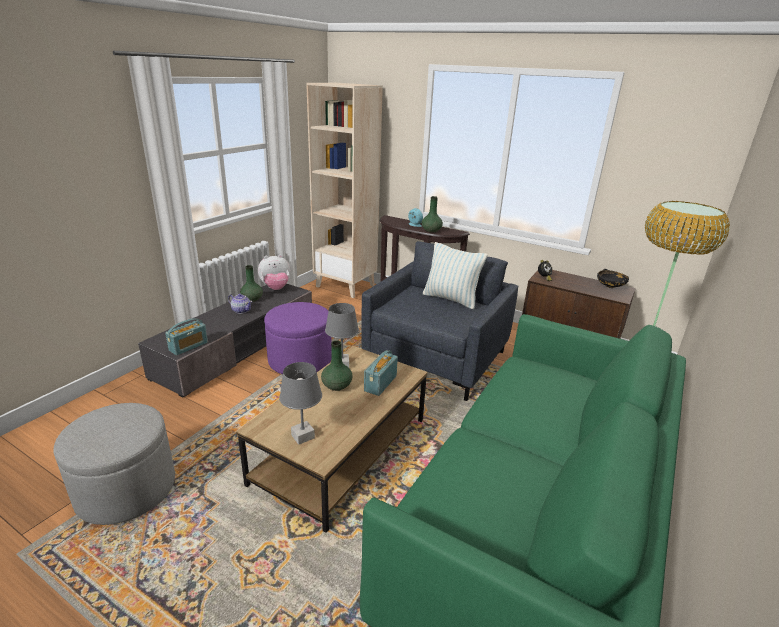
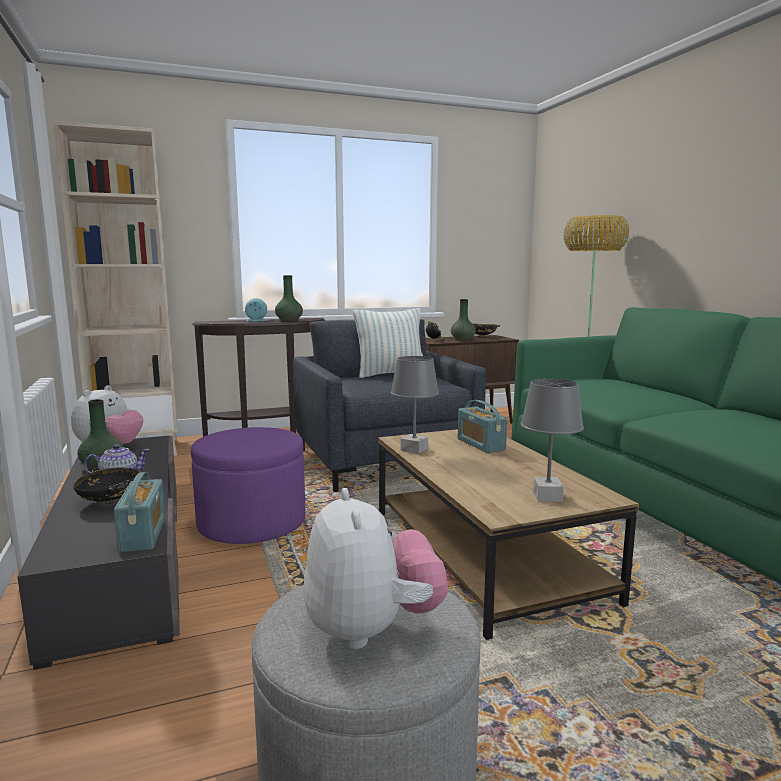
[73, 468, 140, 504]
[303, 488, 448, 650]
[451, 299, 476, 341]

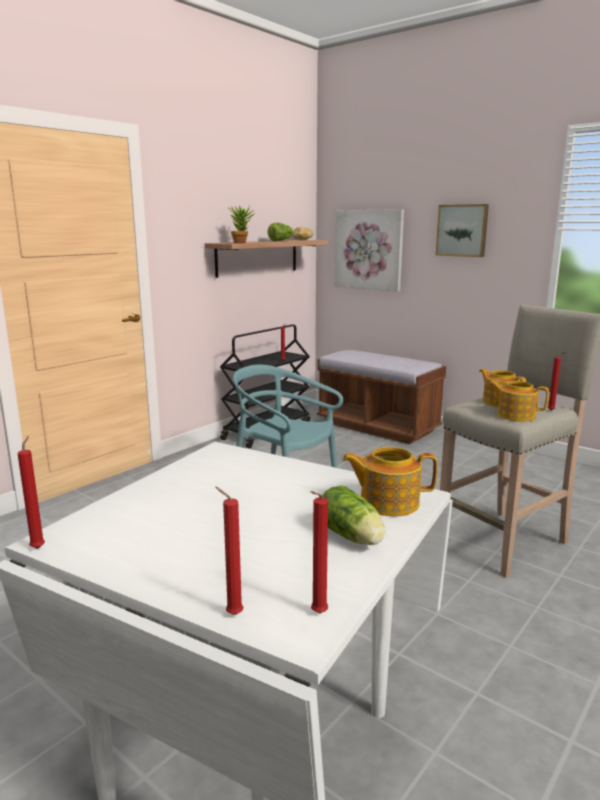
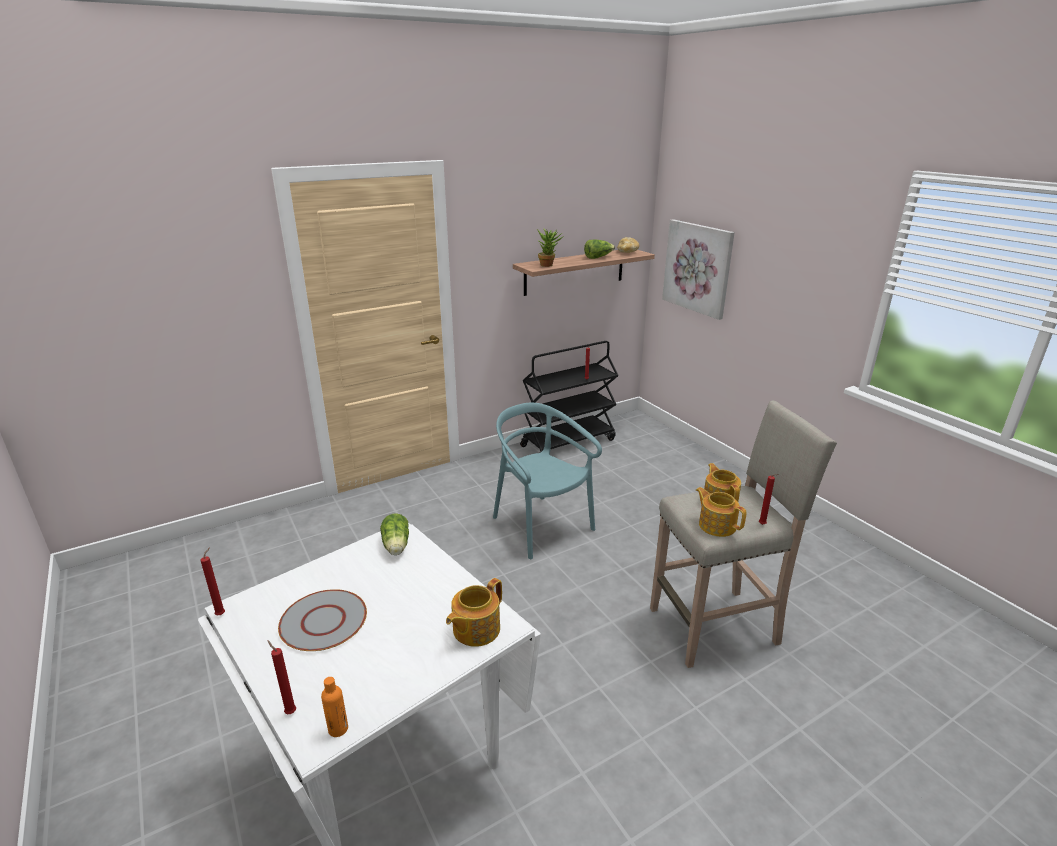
[317, 350, 446, 444] (first image)
[436, 204, 489, 257] (first image)
[278, 589, 367, 651]
[380, 513, 409, 555]
[321, 677, 348, 737]
[446, 578, 502, 647]

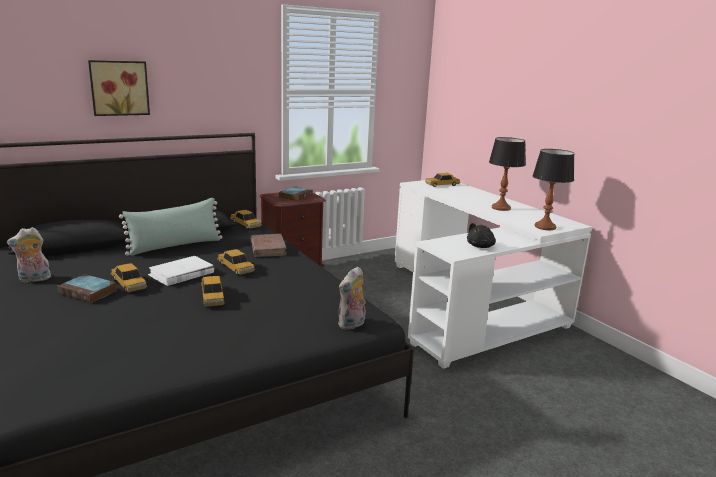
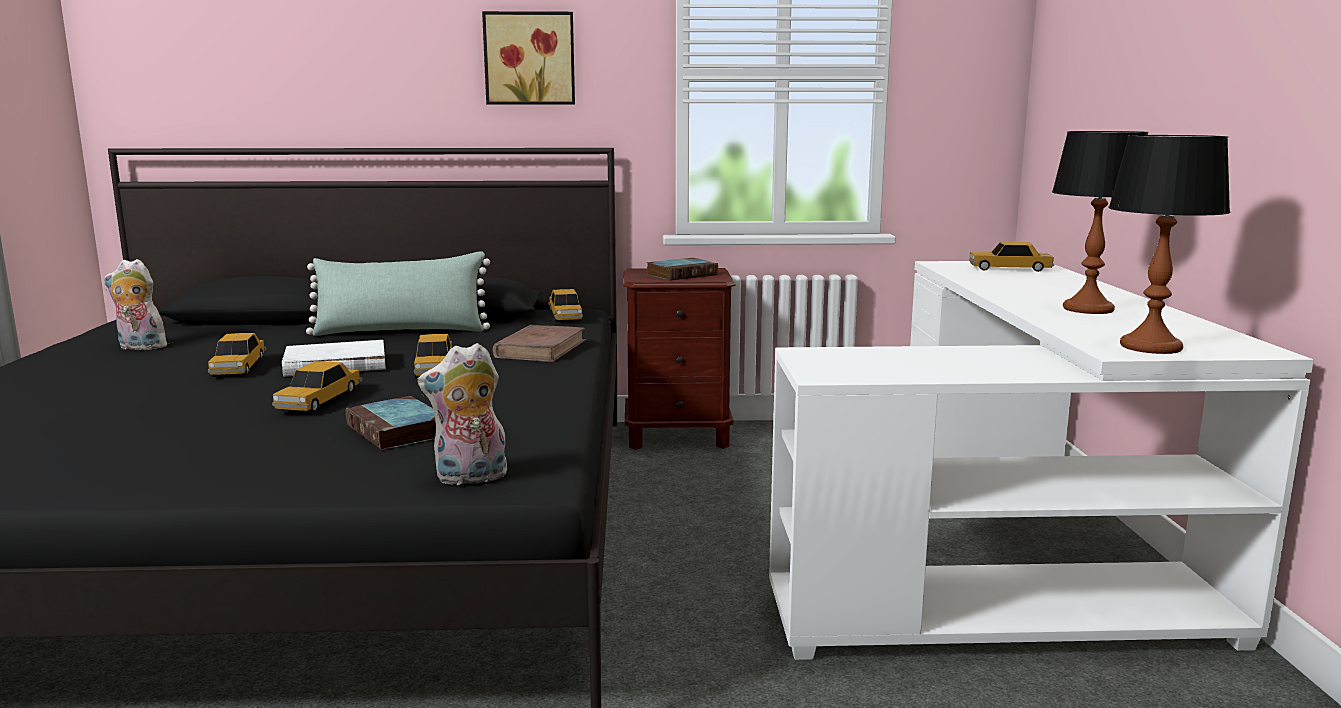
[467, 223, 496, 248] (first image)
[346, 396, 436, 450]
[482, 11, 575, 105]

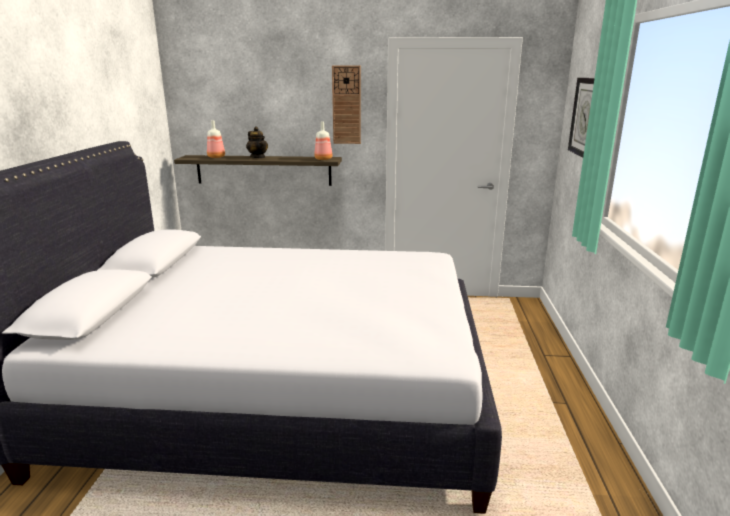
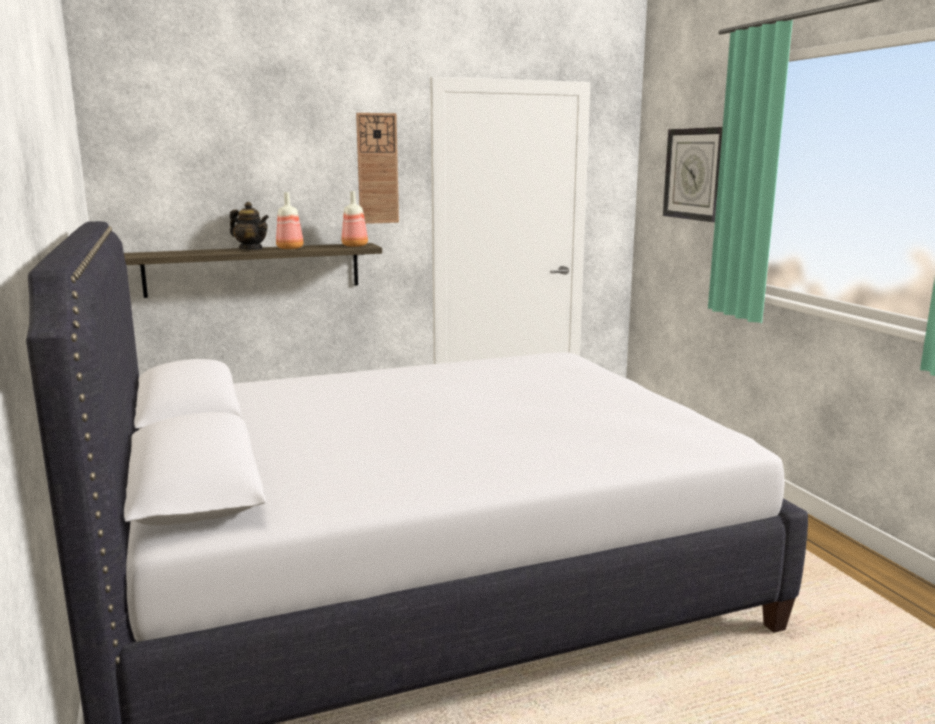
[276, 192, 304, 249]

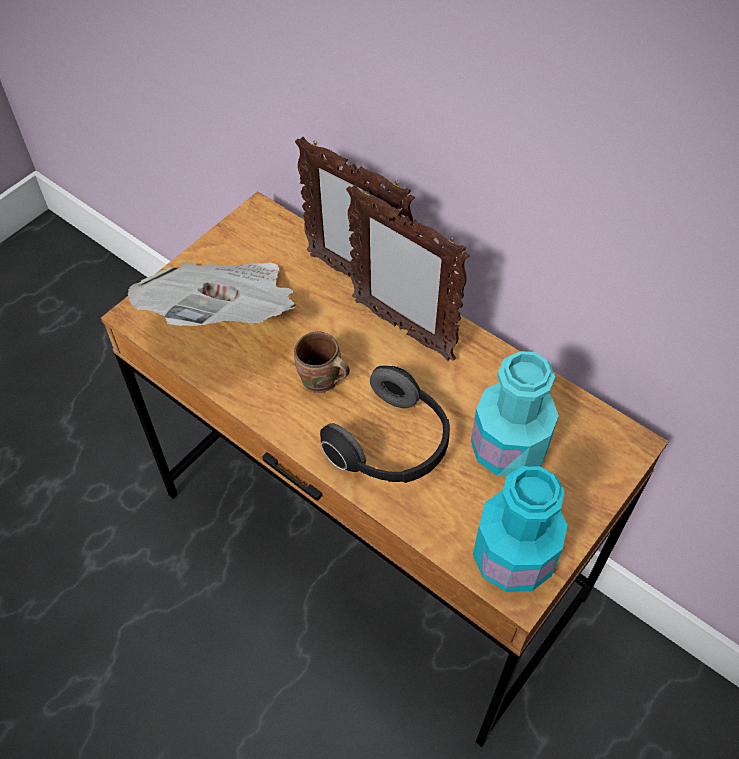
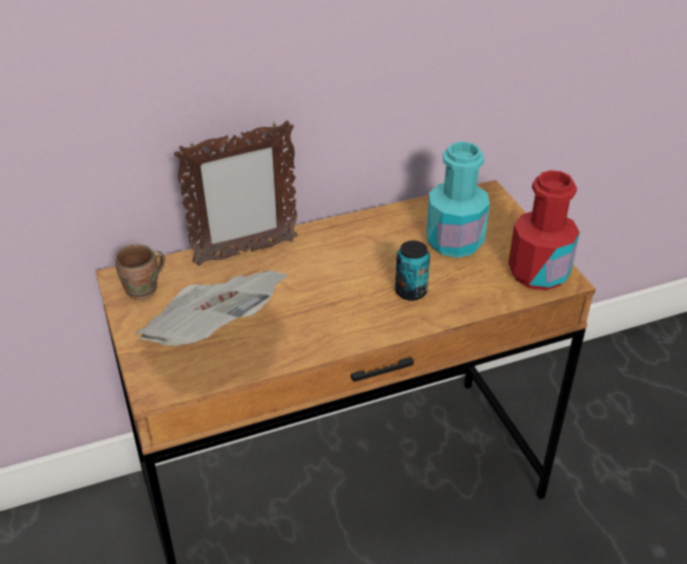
[346, 185, 470, 361] (first image)
[116, 244, 165, 300]
[395, 241, 430, 301]
[508, 170, 580, 290]

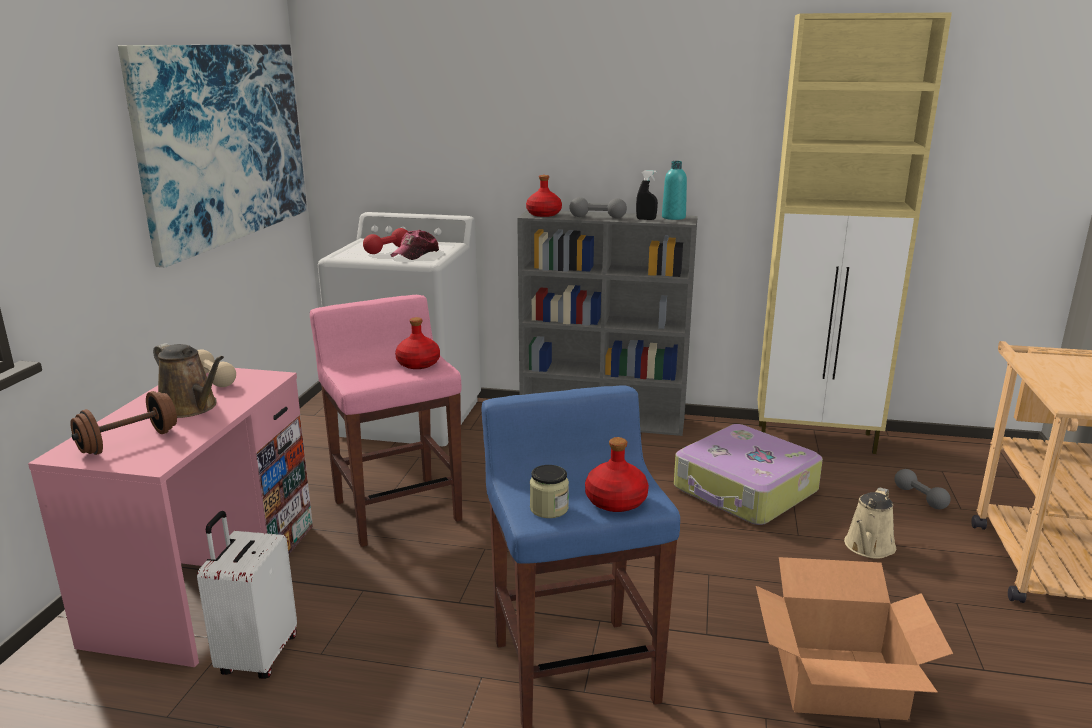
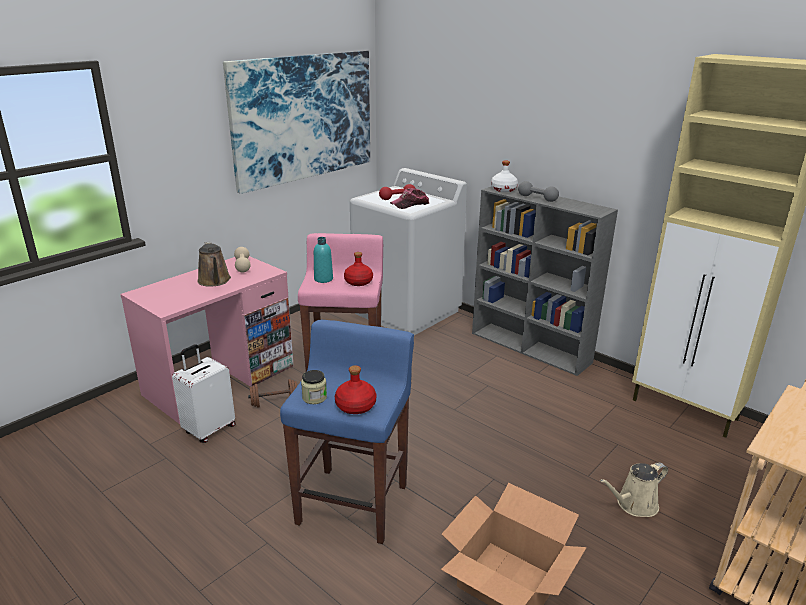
[636, 170, 658, 220] (first image)
[674, 424, 823, 525] (first image)
[894, 469, 951, 509] (first image)
[248, 379, 297, 408]
[314, 237, 333, 283]
[491, 161, 518, 192]

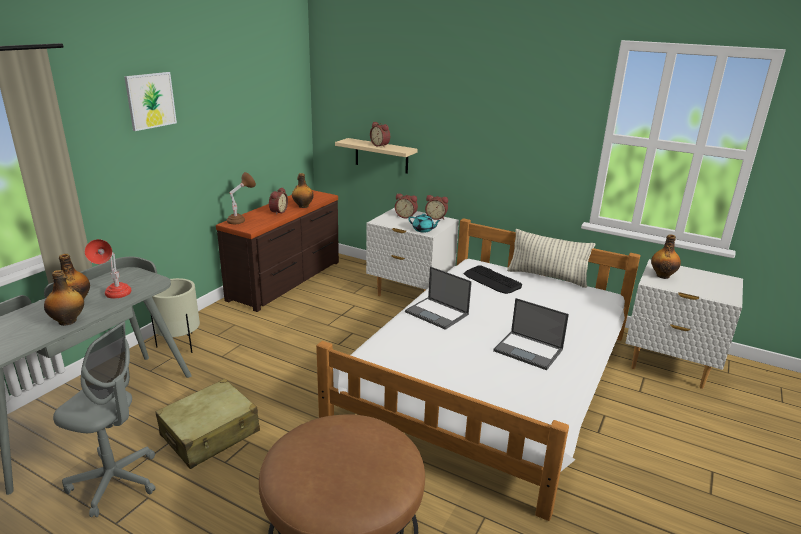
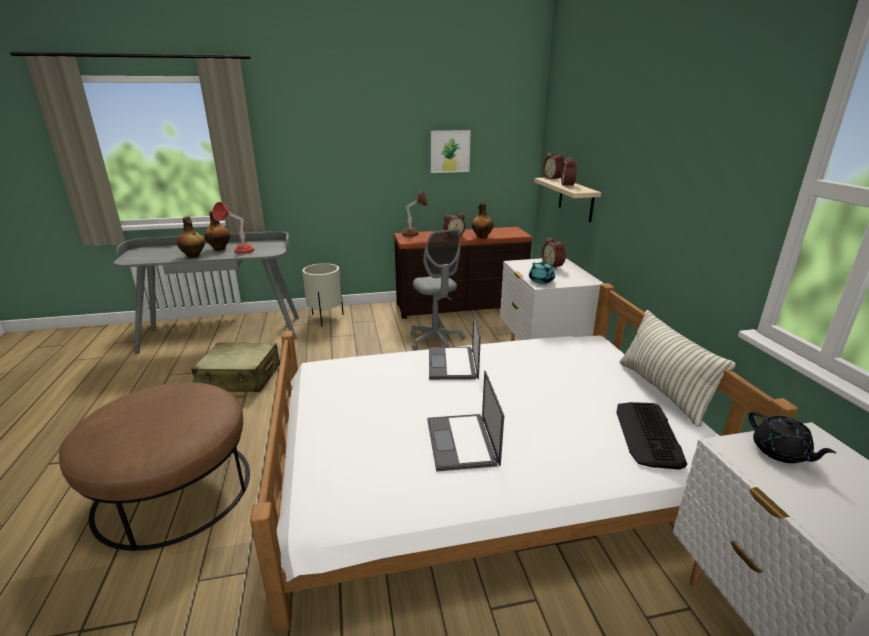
[411, 229, 465, 350]
[431, 130, 471, 173]
[543, 153, 564, 180]
[616, 402, 687, 470]
[749, 411, 836, 463]

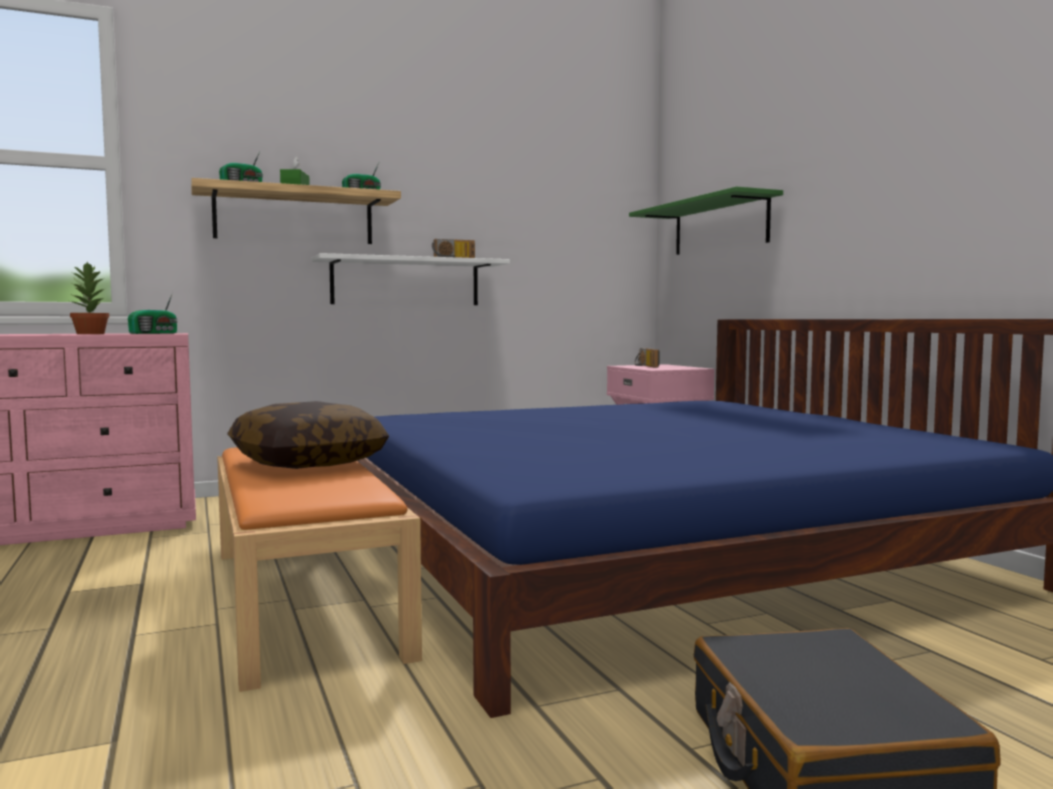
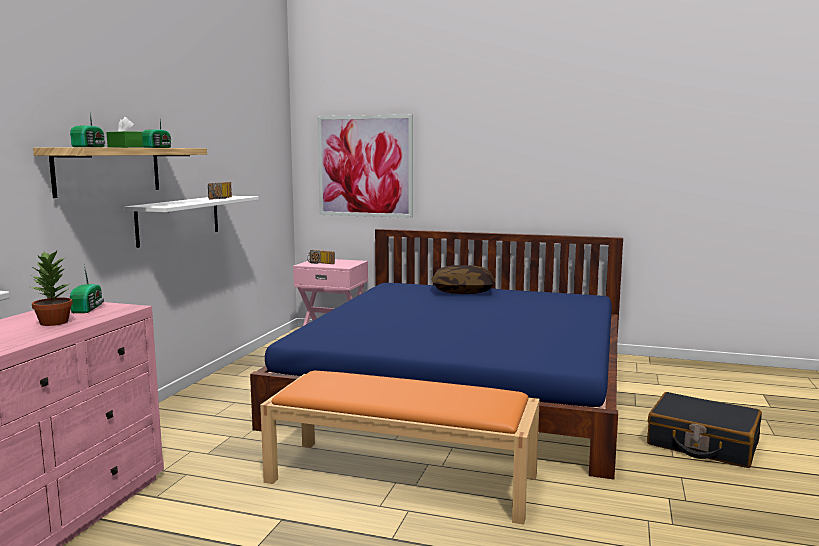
[431, 265, 495, 294]
[317, 115, 413, 218]

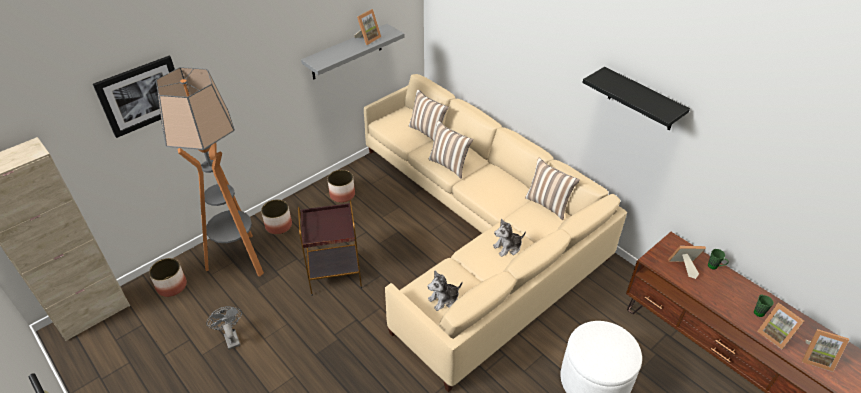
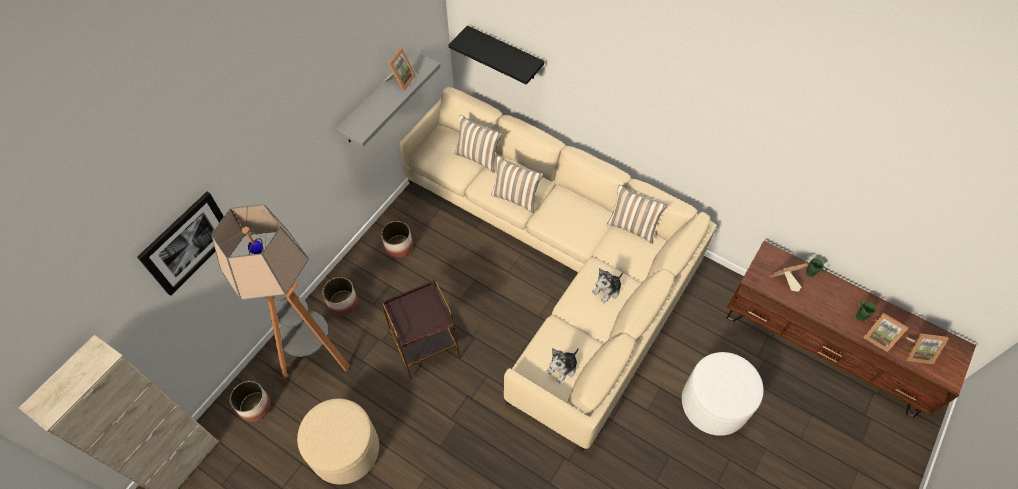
[448, 25, 544, 85]
[297, 398, 379, 484]

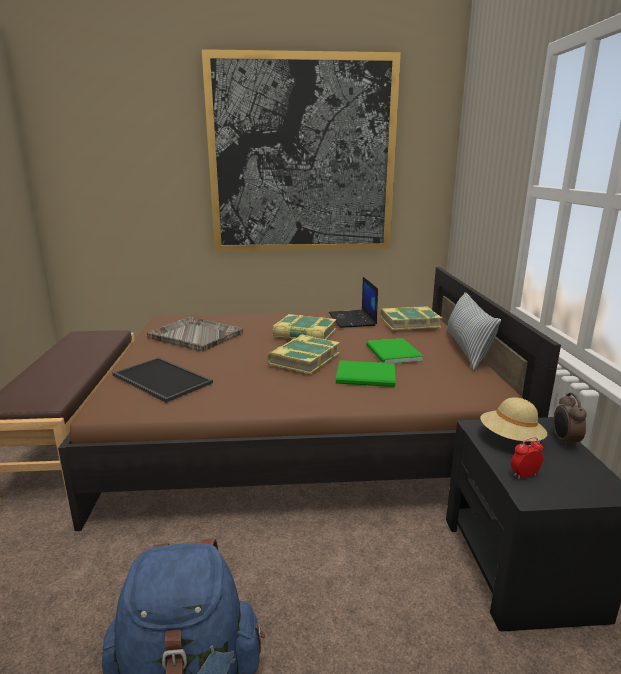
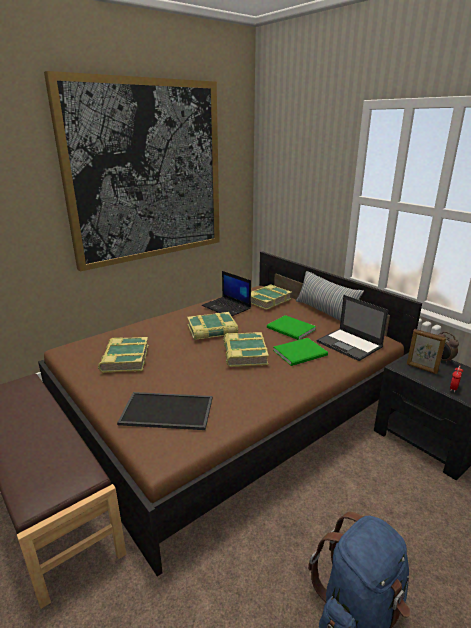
[317, 295, 388, 361]
[98, 337, 149, 373]
[407, 329, 446, 375]

